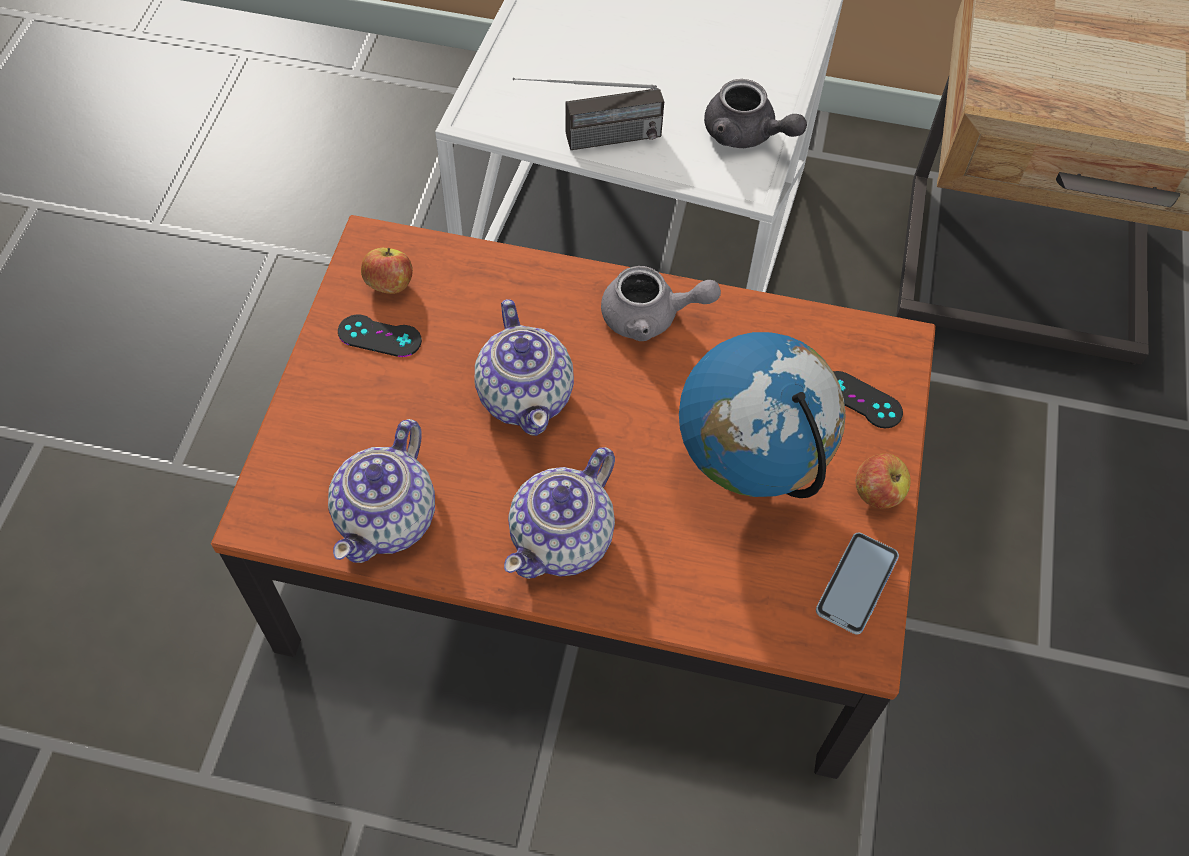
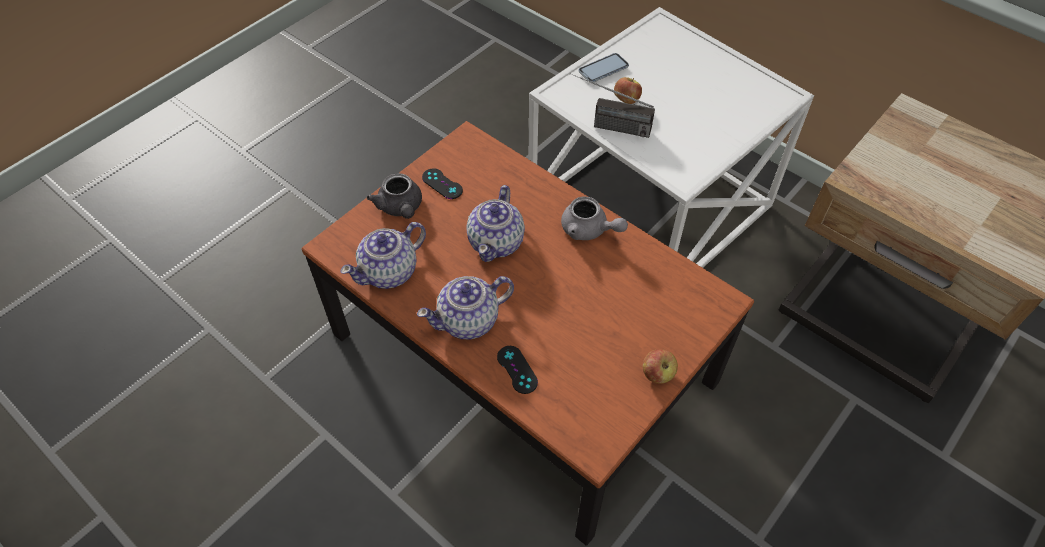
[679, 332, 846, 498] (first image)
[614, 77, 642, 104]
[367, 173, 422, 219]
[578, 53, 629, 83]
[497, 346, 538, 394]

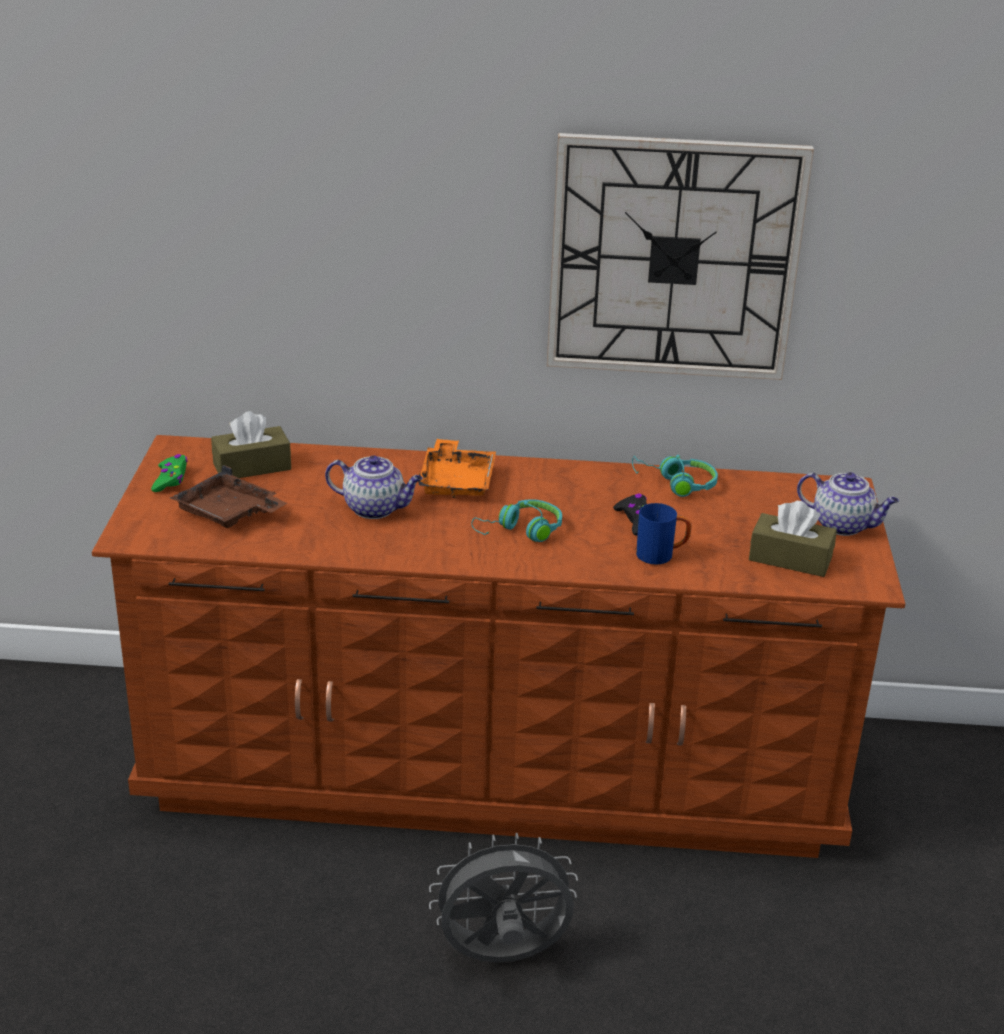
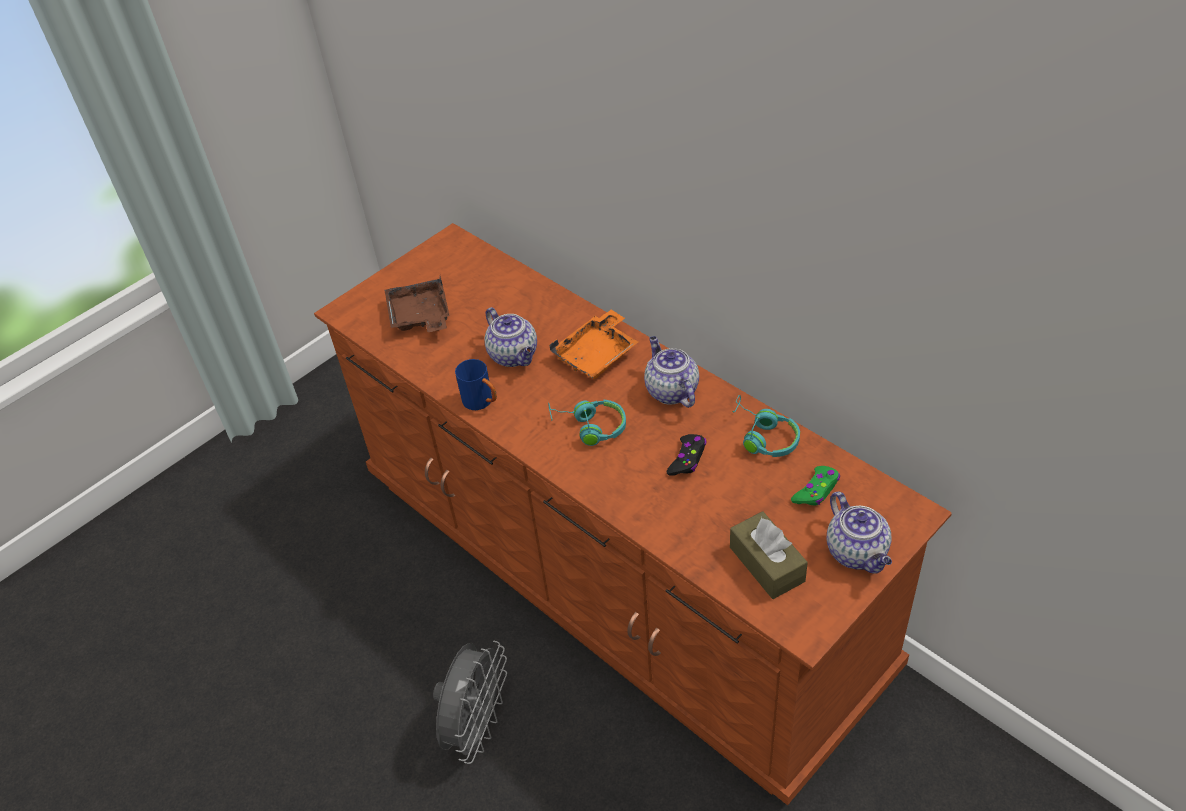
[211, 411, 291, 478] (first image)
[547, 133, 814, 380] (first image)
[644, 336, 699, 408]
[791, 466, 840, 506]
[455, 359, 497, 410]
[433, 640, 507, 764]

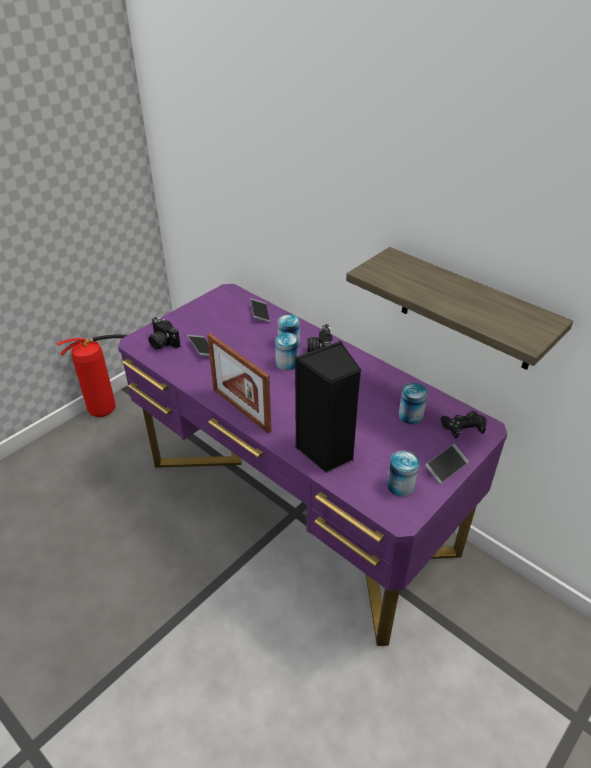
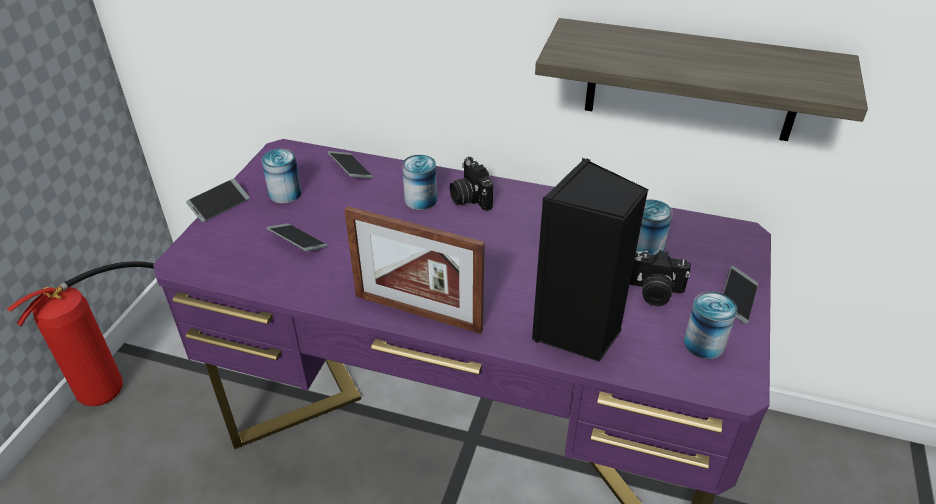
[440, 411, 487, 438] (first image)
[186, 179, 250, 222]
[630, 250, 691, 306]
[262, 149, 302, 204]

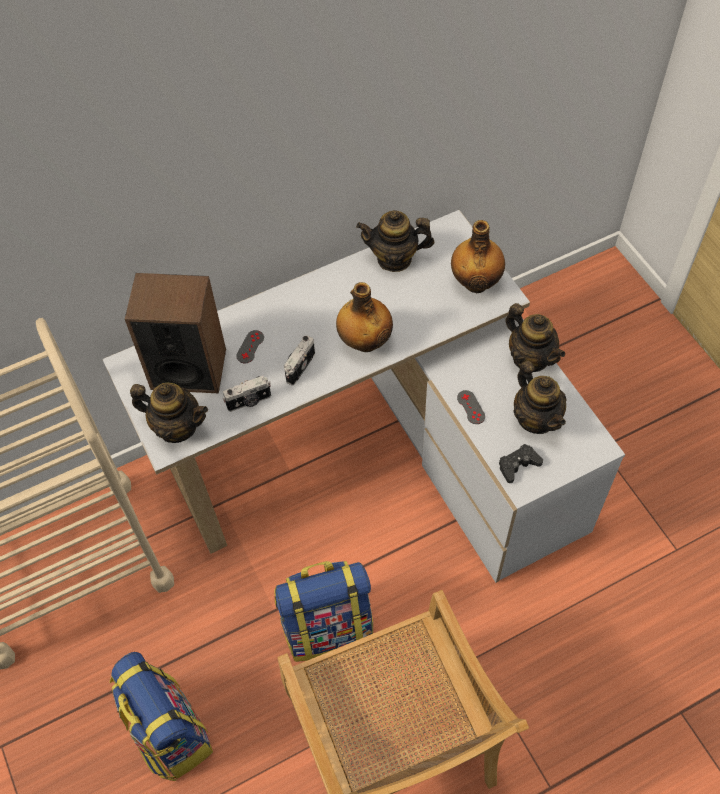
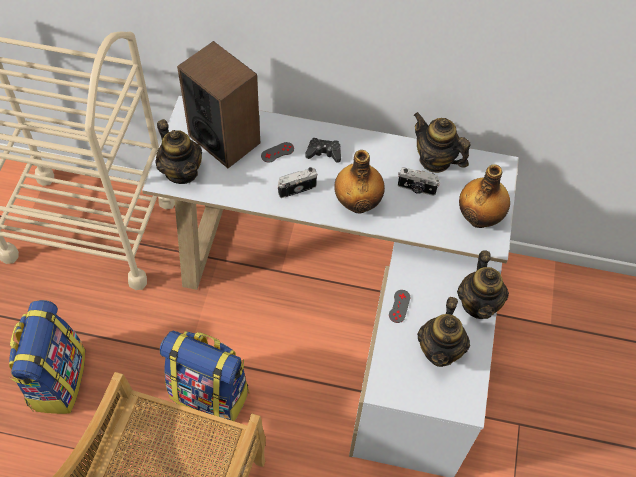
[398, 167, 440, 196]
[306, 138, 341, 163]

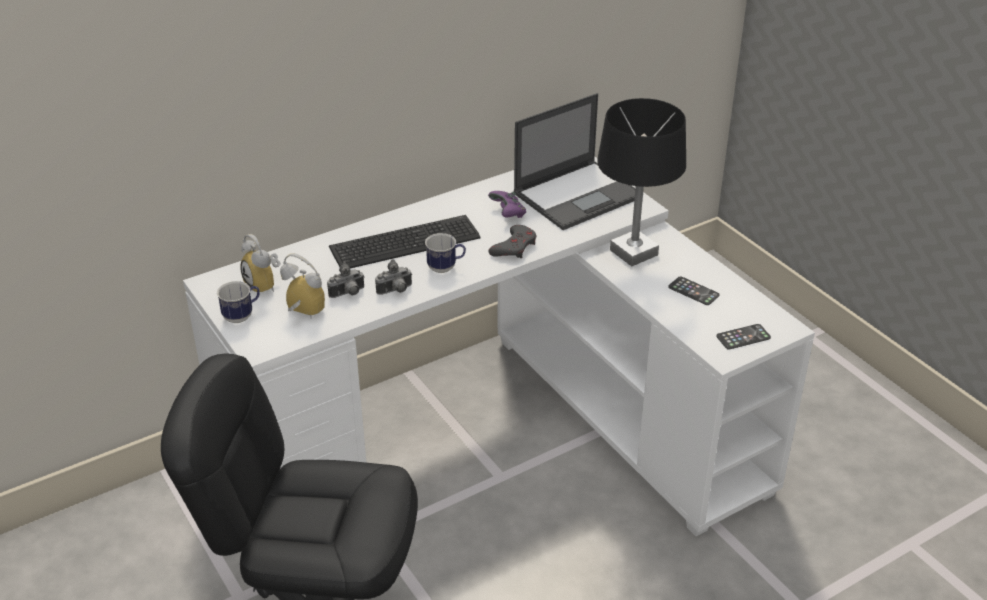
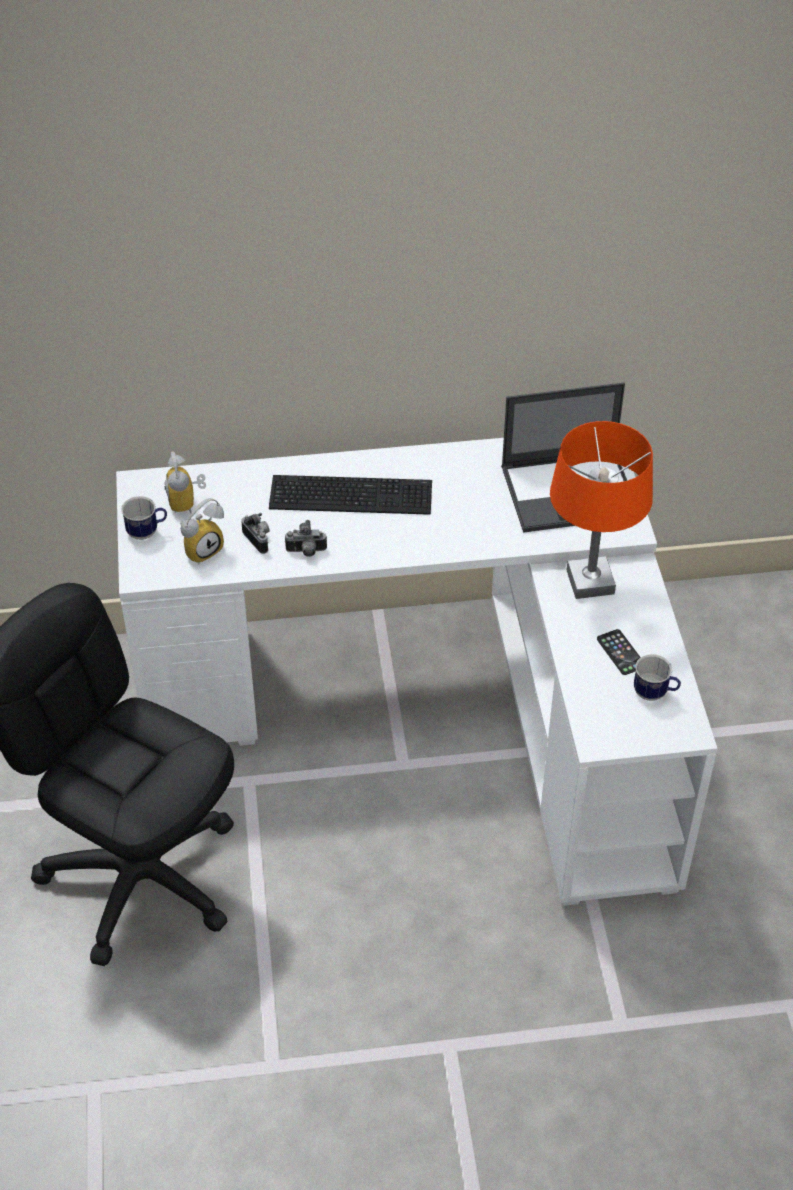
[488, 191, 526, 218] (first image)
[488, 225, 536, 258] (first image)
[716, 324, 771, 350] (first image)
[634, 654, 681, 701]
[550, 421, 653, 599]
[180, 498, 224, 564]
[241, 513, 270, 554]

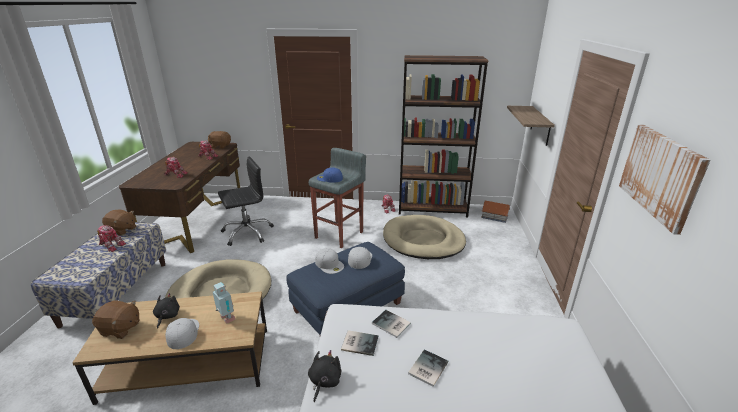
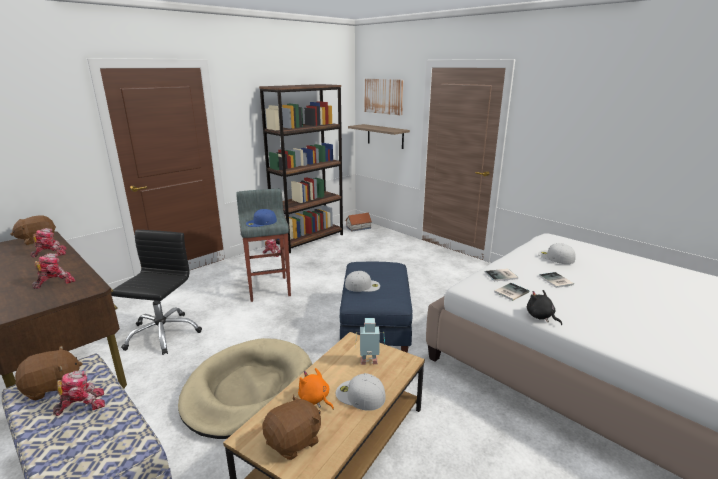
[383, 215, 466, 259] (first image)
[538, 243, 576, 264]
[365, 79, 403, 116]
[298, 368, 334, 410]

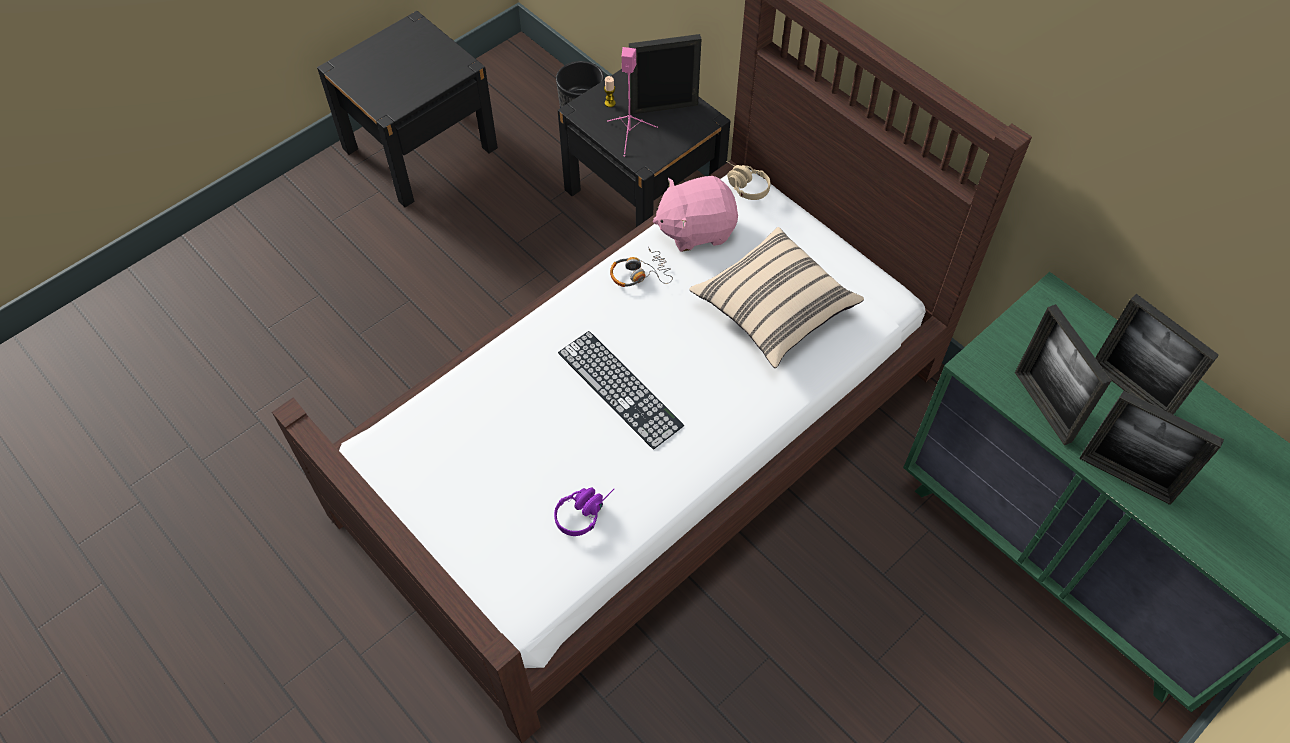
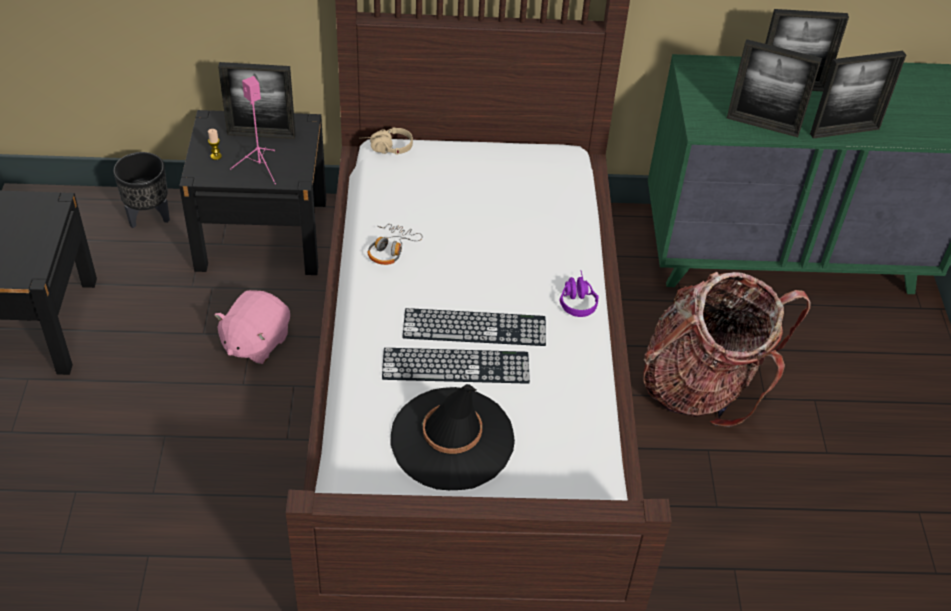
[689, 227, 864, 368] (first image)
[382, 348, 530, 384]
[390, 384, 515, 490]
[643, 272, 811, 427]
[559, 270, 599, 317]
[214, 290, 290, 364]
[218, 62, 296, 139]

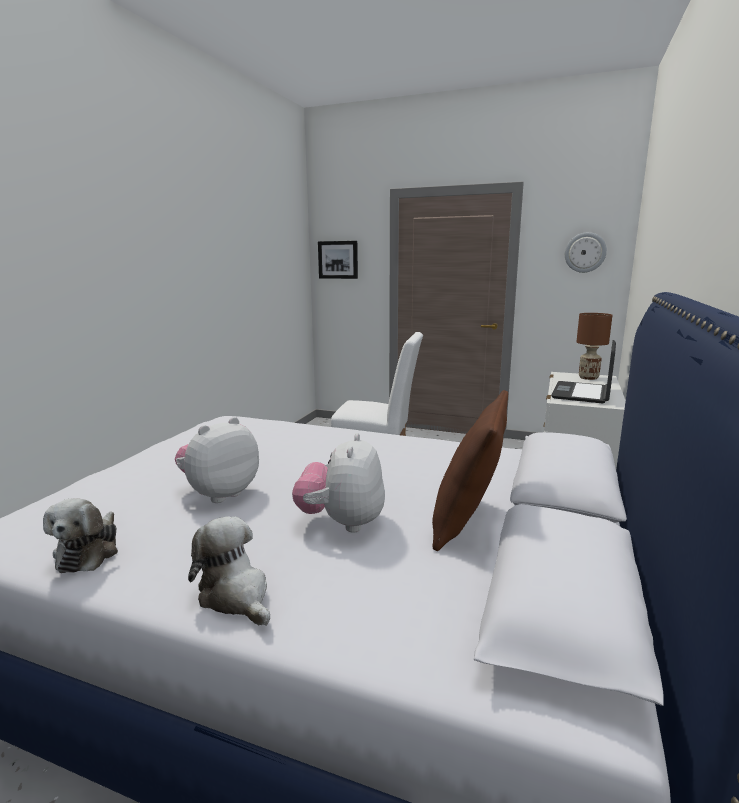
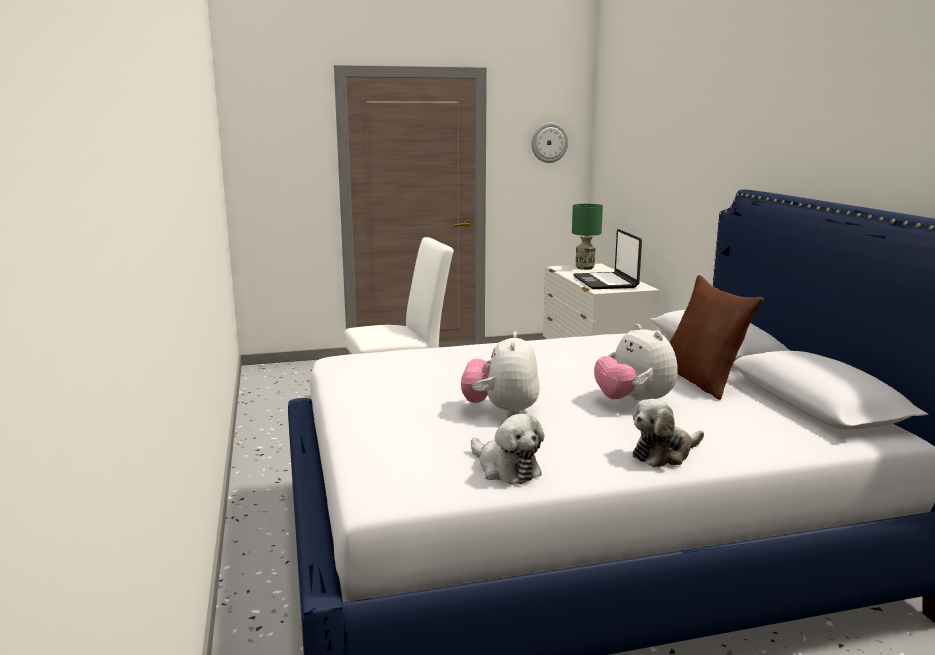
[318, 241, 358, 279] (first image)
[572, 204, 603, 270]
[633, 399, 704, 467]

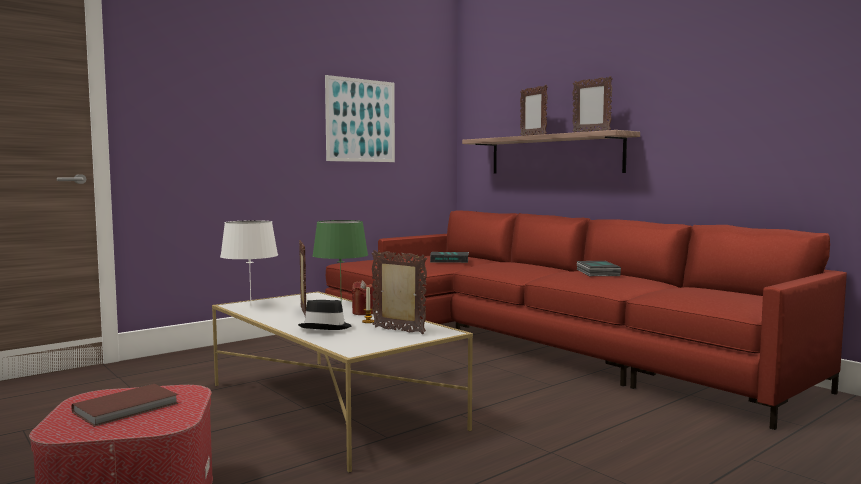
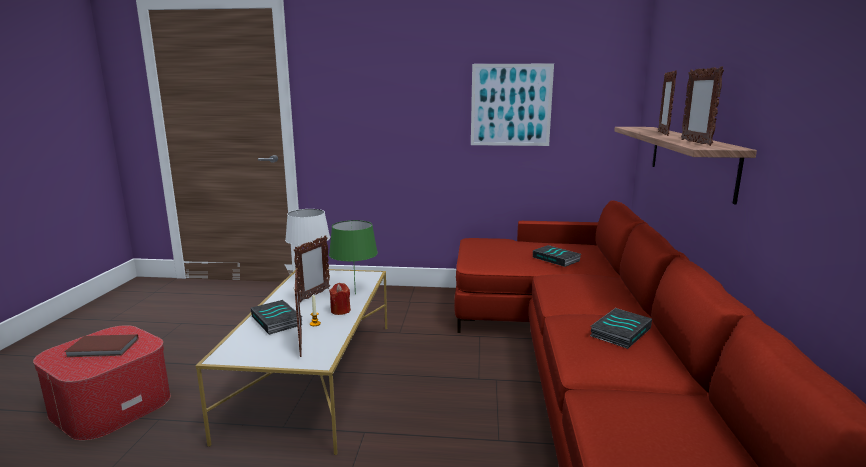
[251, 300, 302, 335]

